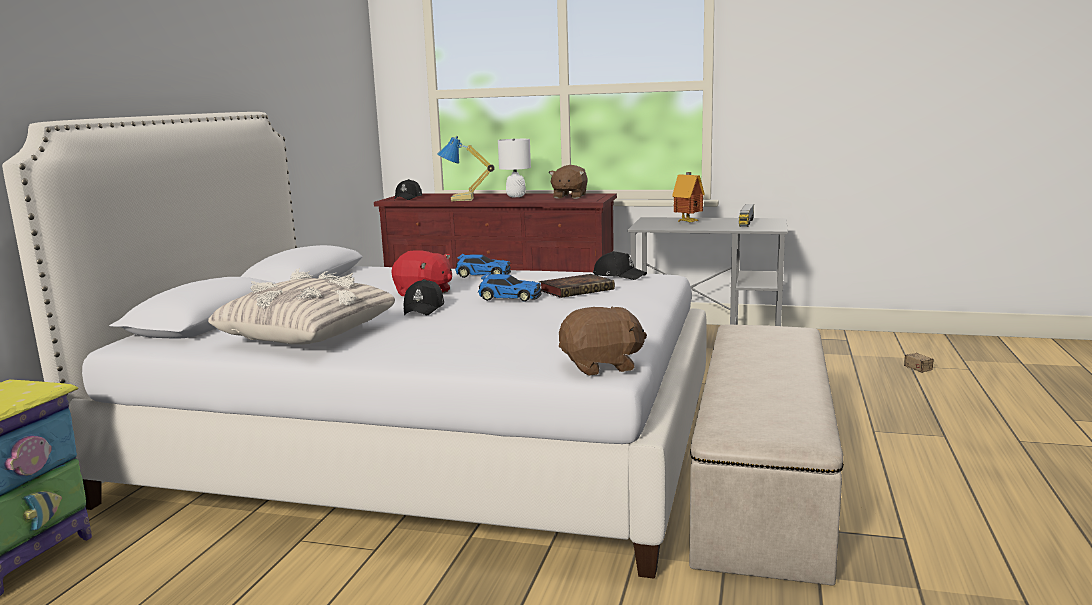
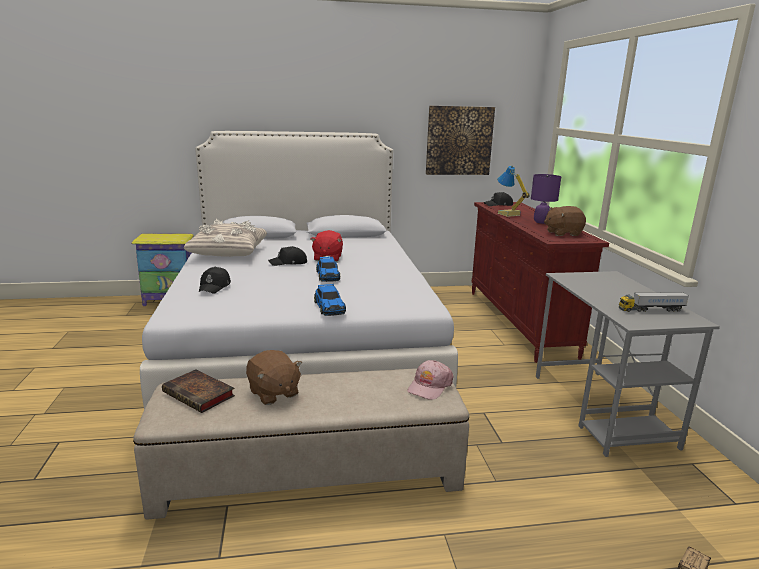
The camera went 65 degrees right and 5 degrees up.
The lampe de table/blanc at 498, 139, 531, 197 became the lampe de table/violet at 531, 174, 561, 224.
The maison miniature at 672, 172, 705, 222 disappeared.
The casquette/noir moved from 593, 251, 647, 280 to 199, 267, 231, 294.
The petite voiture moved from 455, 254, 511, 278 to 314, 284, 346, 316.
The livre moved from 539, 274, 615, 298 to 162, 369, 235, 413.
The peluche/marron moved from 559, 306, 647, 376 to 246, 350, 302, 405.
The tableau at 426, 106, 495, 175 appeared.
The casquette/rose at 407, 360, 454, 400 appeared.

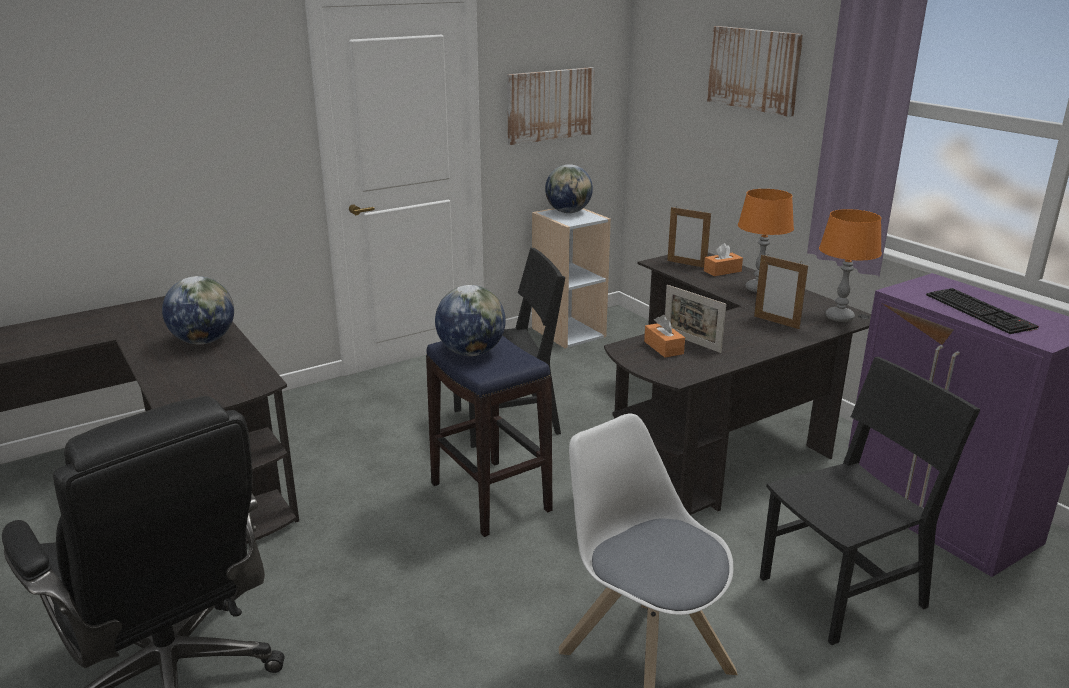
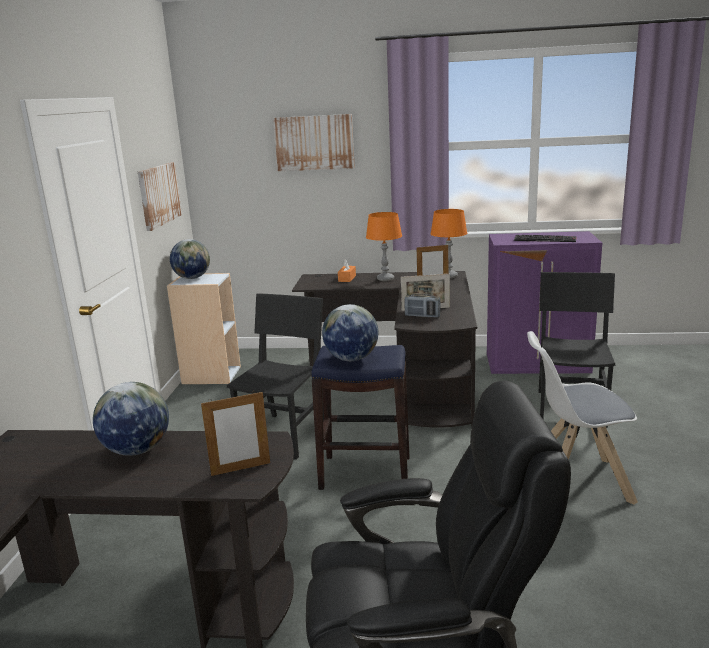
The camera went 50 degrees left and 5 degrees down.
The cadre photo moved from 667, 207, 711, 268 to 201, 391, 270, 476.
The boîte à mouchoirs/orange at 644, 315, 685, 358 was replaced by the radio at 405, 294, 440, 318.

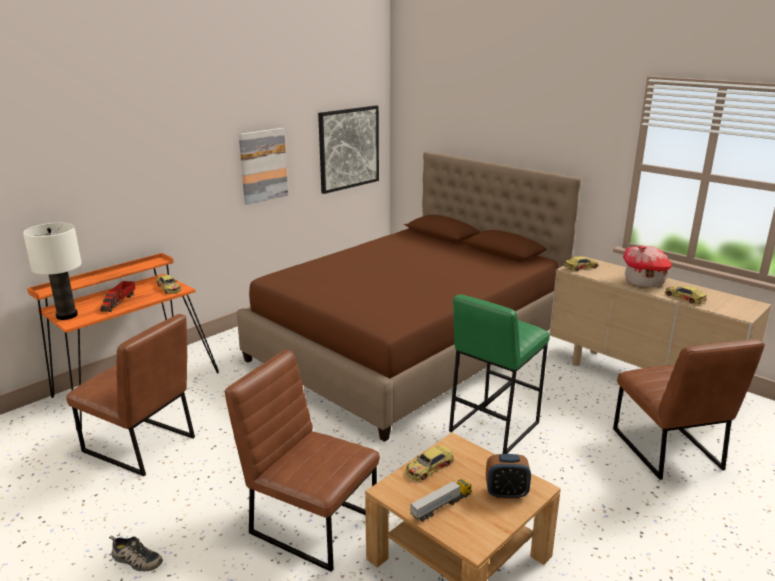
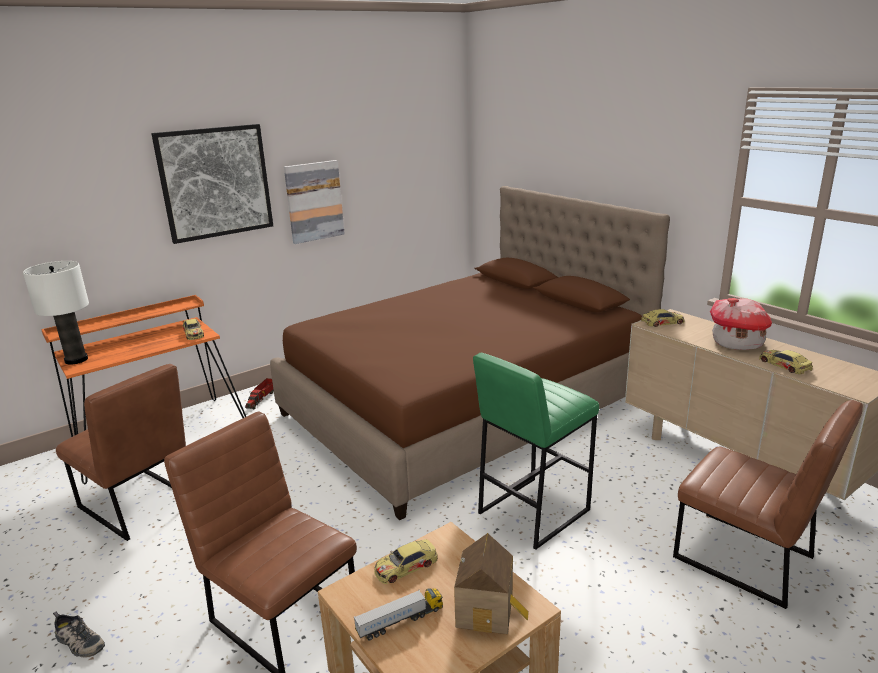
The camera went 10 degrees right and 0 degrees up.
The tableau moved from 318, 106, 379, 194 to 151, 124, 273, 244.
The camion jouet moved from 100, 281, 136, 312 to 245, 378, 274, 409.
The chaise/marron at 613, 339, 765, 480 turned 45 degrees counterclockwise.
The réveil at 486, 454, 531, 499 was replaced by the maison miniature at 454, 533, 529, 634.

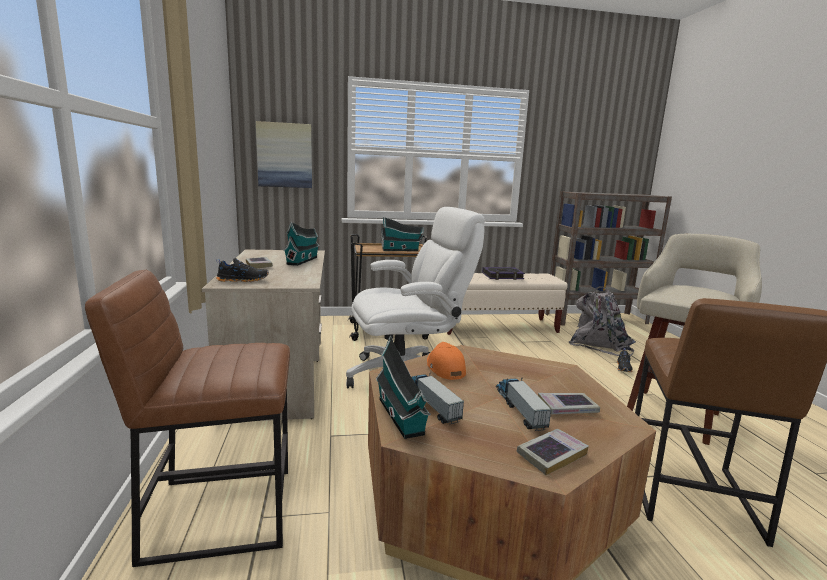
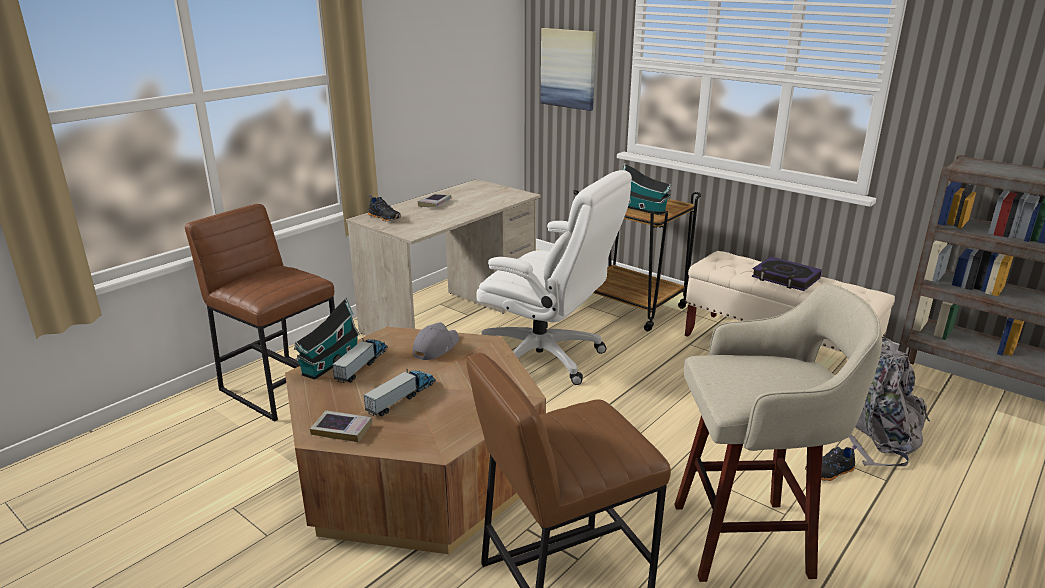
The camera went 50 degrees right and 10 degrees up.
The maison miniature at 283, 222, 319, 266 disappeared.
The casquette/orange at 427, 342, 466, 380 became the casquette/gris at 413, 323, 459, 360.
The livre at 538, 393, 600, 414 disappeared.

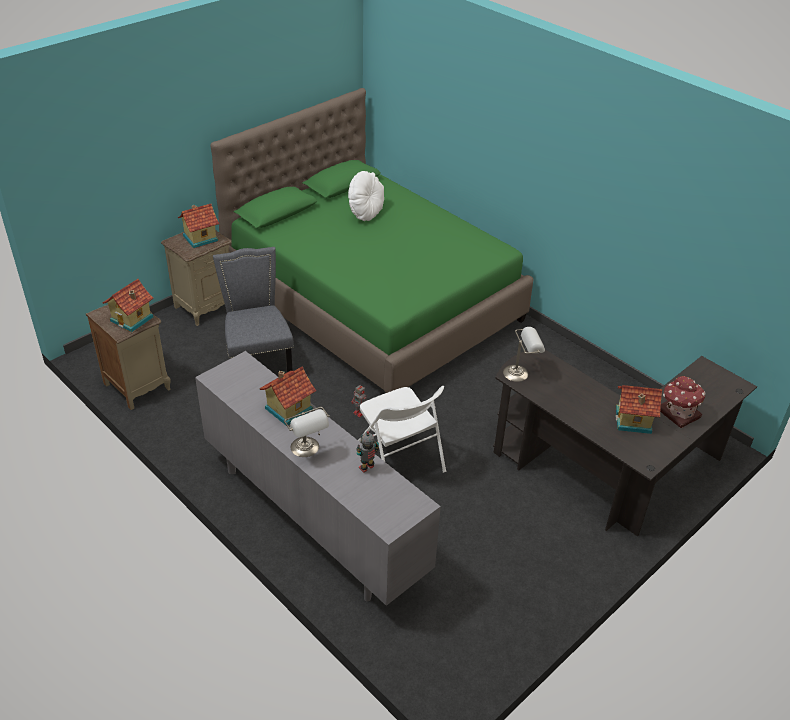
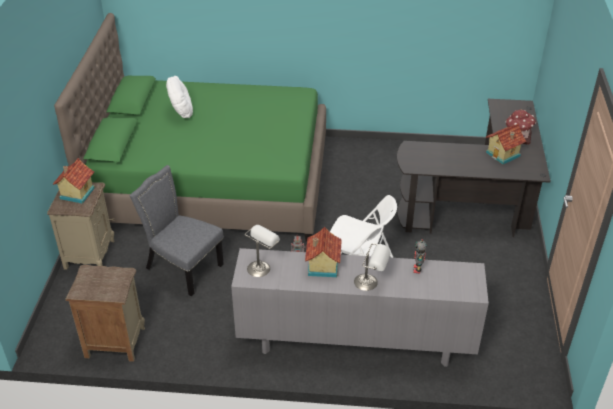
The camera went 40 degrees left and 0 degrees up.
The maison miniature at 102, 279, 154, 332 disappeared.
The lampe de table/blanc moved from 503, 327, 545, 382 to 245, 225, 280, 277.

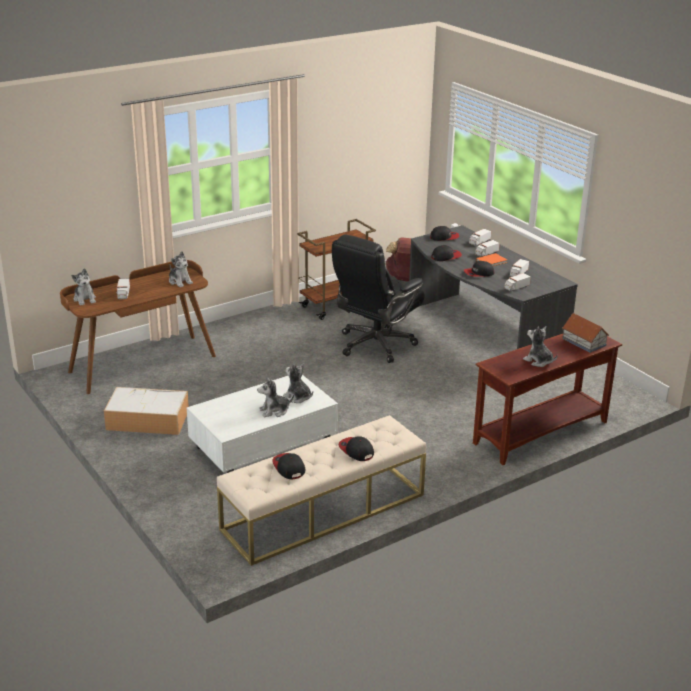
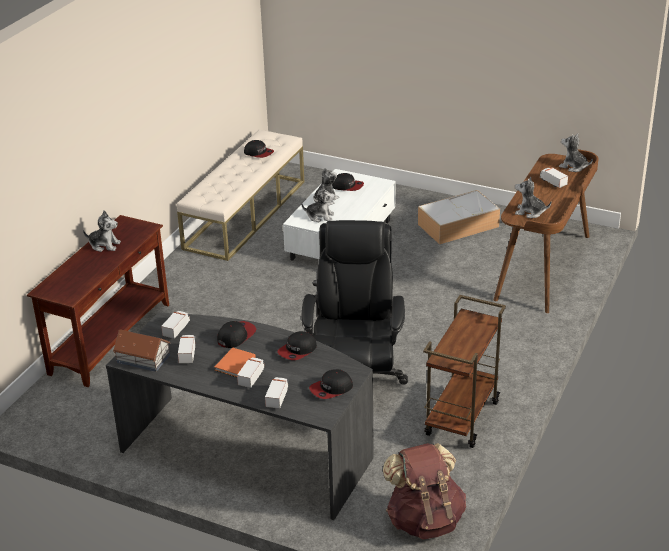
The camera went 150 degrees right and 5 degrees up.
The maison miniature moved from 562, 313, 609, 353 to 113, 329, 171, 372.
The casquette moved from 338, 436, 374, 461 to 332, 173, 364, 191.

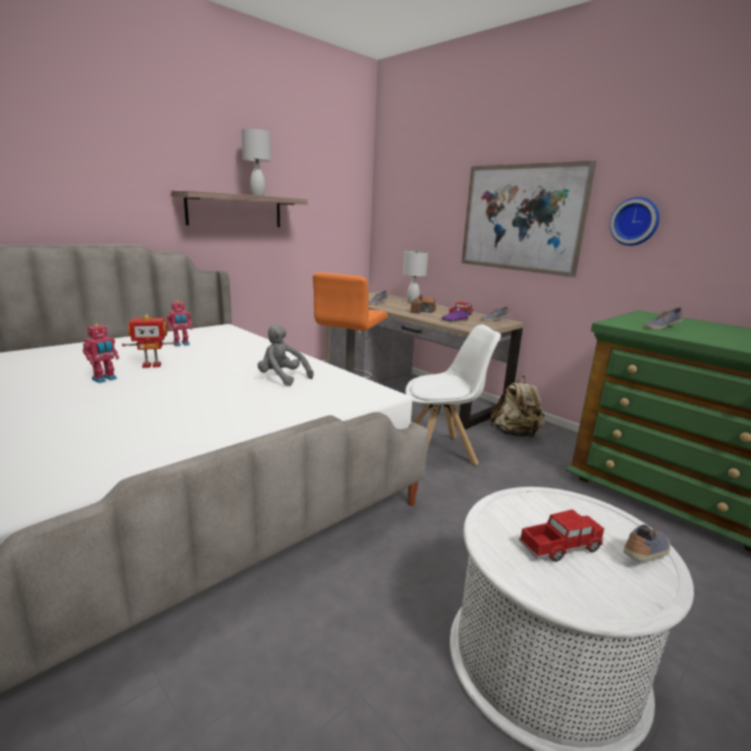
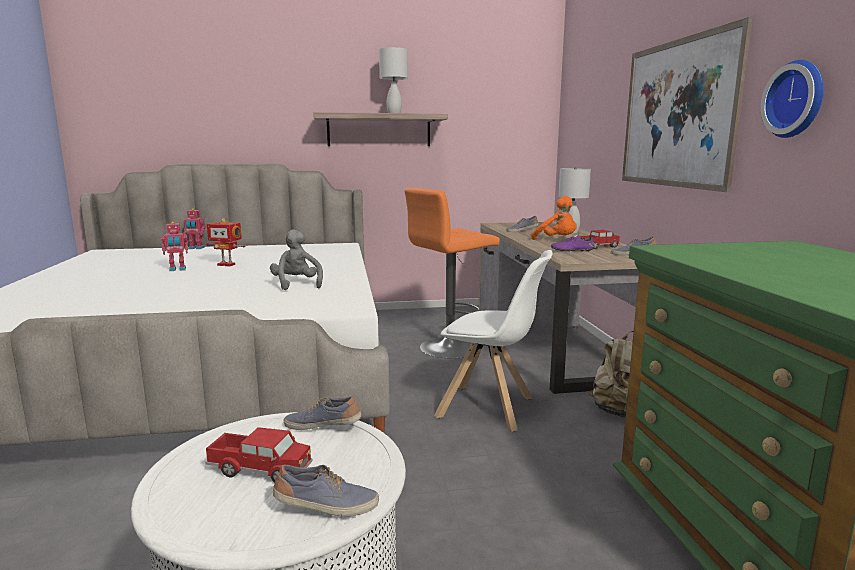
The camera went 35 degrees right and 5 degrees down.
The maison miniature at 411, 294, 436, 314 was replaced by the peluche/orange at 531, 196, 577, 240.
The robot jouet moved from 167, 300, 192, 346 to 184, 208, 206, 249.
The chaussure moved from 644, 307, 683, 330 to 284, 396, 362, 430.

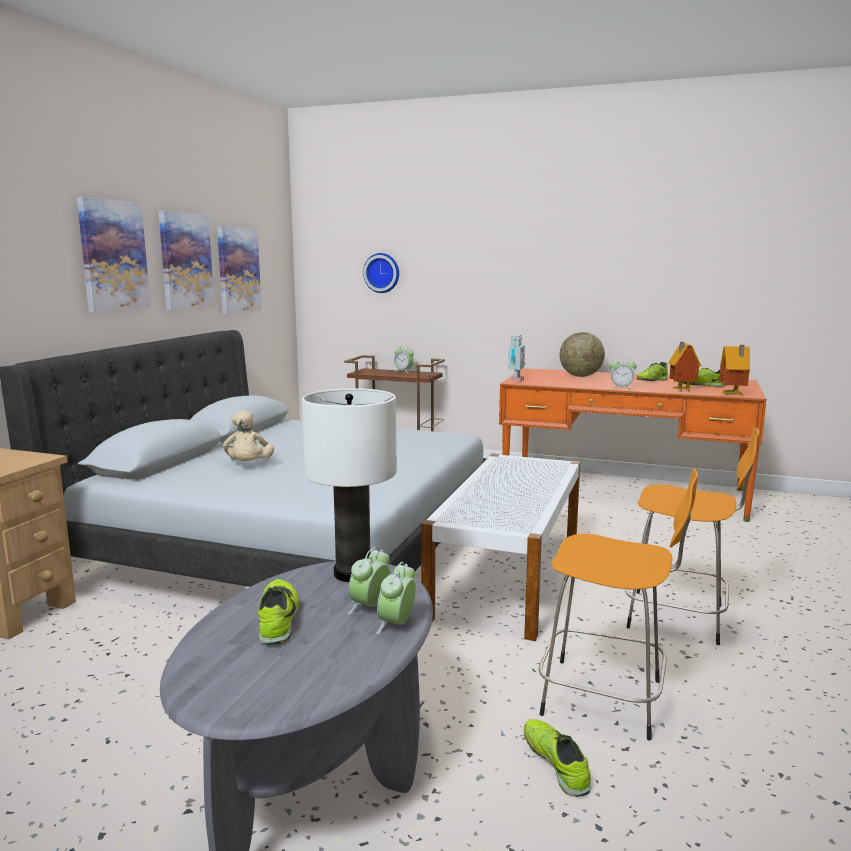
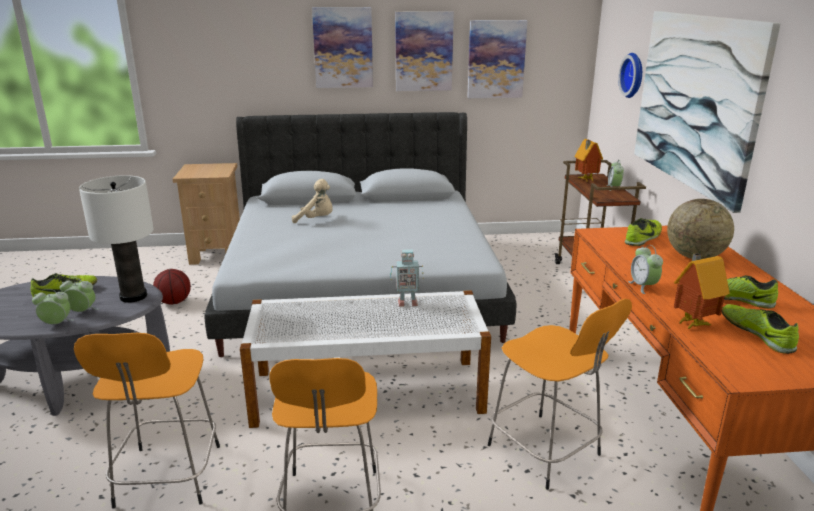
The camera went 65 degrees right and 10 degrees up.
The robot jouet moved from 508, 335, 525, 382 to 390, 249, 424, 307.
The maison miniature moved from 719, 345, 750, 396 to 574, 139, 603, 182.
The peluche/beige at 223, 410, 274, 461 turned 135 degrees counterclockwise.
The chaussure moved from 524, 719, 591, 797 to 625, 218, 662, 246.
The tableau at 634, 11, 781, 213 appeared.
The ballon de basket at 153, 269, 191, 305 appeared.
The tabouret/orange at 488, 299, 632, 490 appeared.

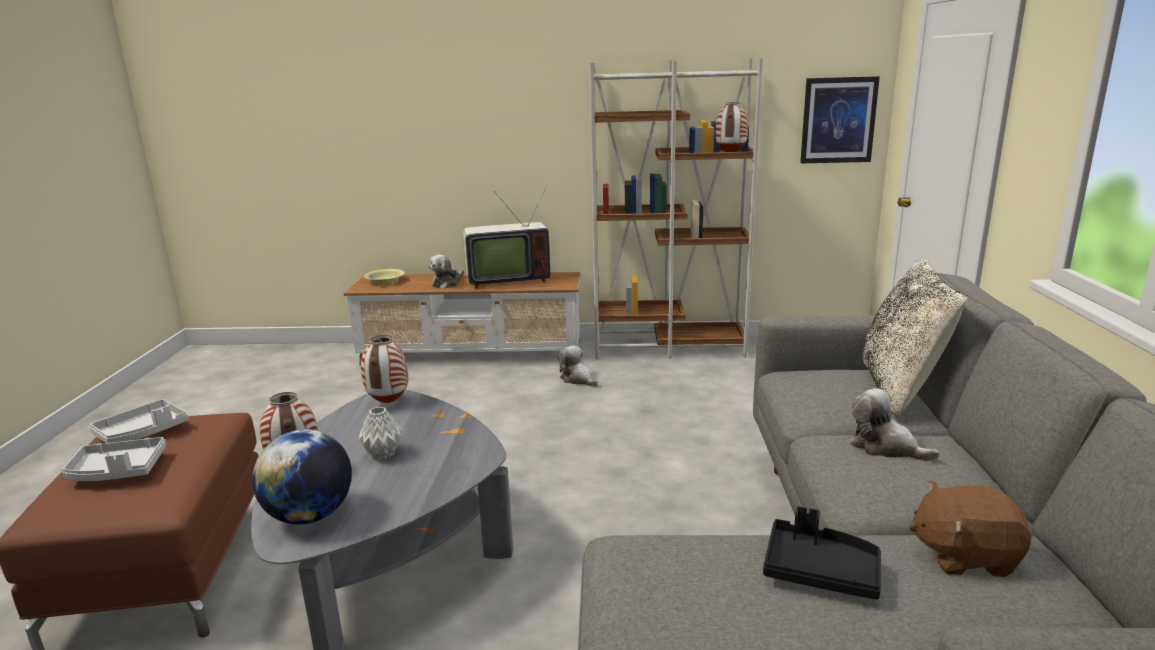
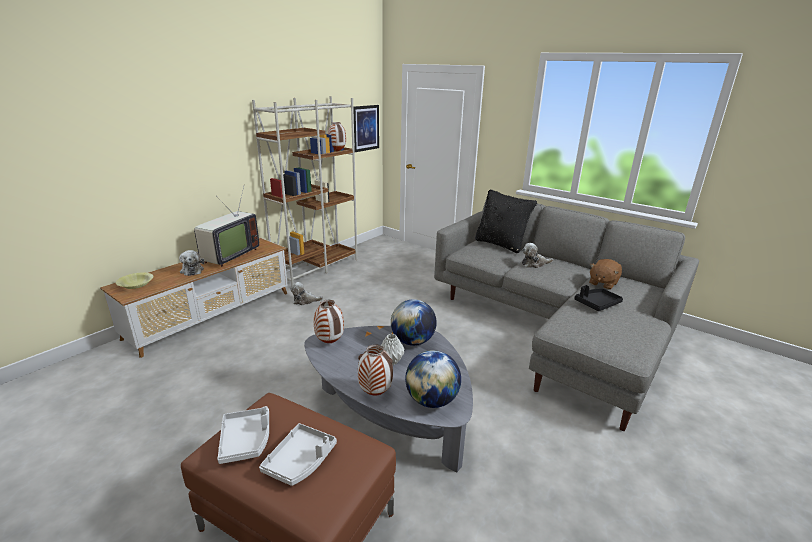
The camera went 55 degrees left and 5 degrees up.
The coussin/beige at 862, 258, 968, 416 became the coussin/noir at 475, 189, 537, 253.
The globe at 391, 299, 437, 346 appeared.

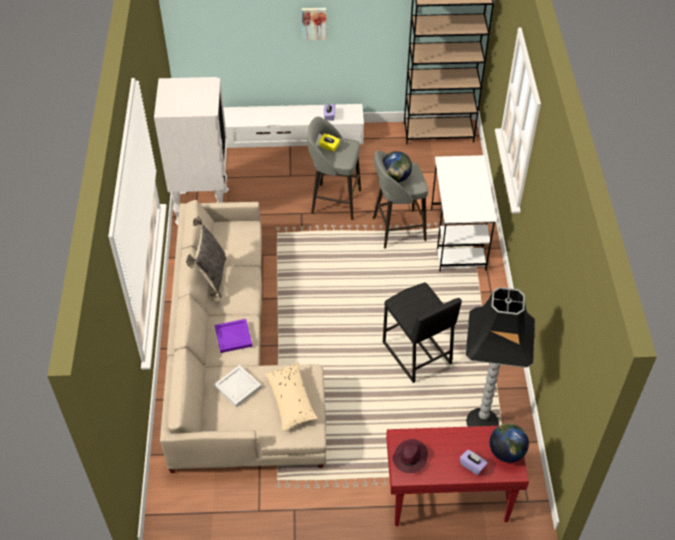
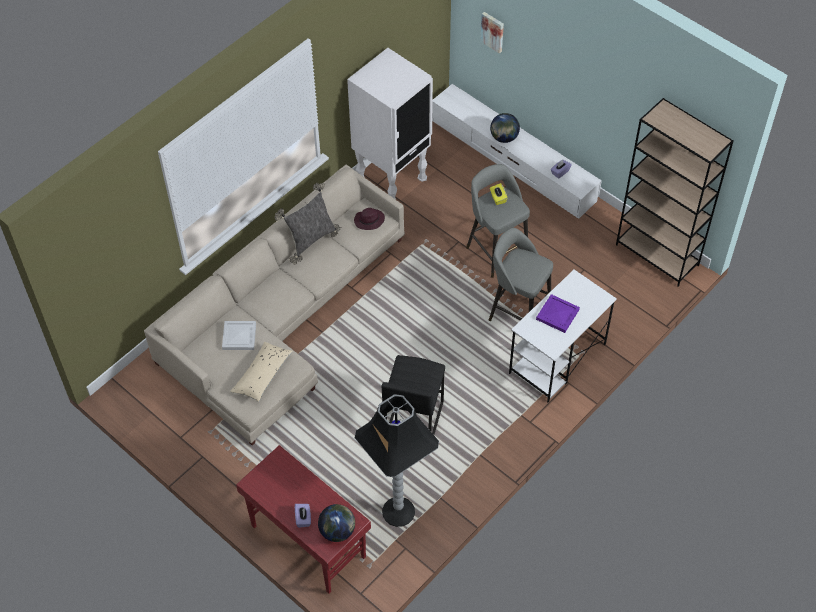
The camera went 45 degrees right and 5 degrees up.
The tableau moved from 302, 8, 327, 41 to 480, 12, 504, 54.
The globe moved from 383, 151, 412, 182 to 490, 113, 520, 143.
The plateau/violet moved from 215, 319, 252, 353 to 536, 294, 580, 333.
The chapeau/violet moved from 392, 439, 428, 473 to 354, 208, 385, 230.

